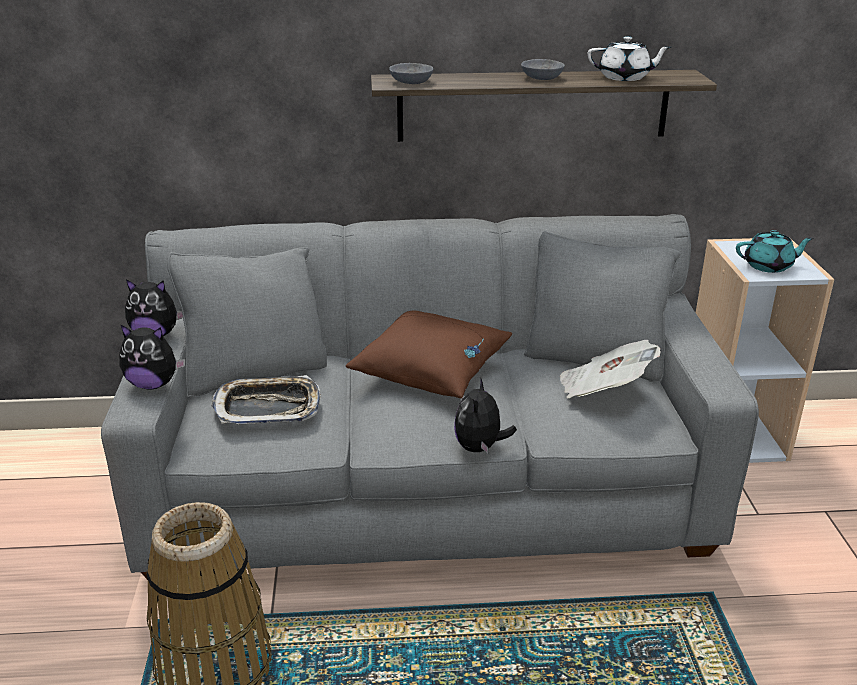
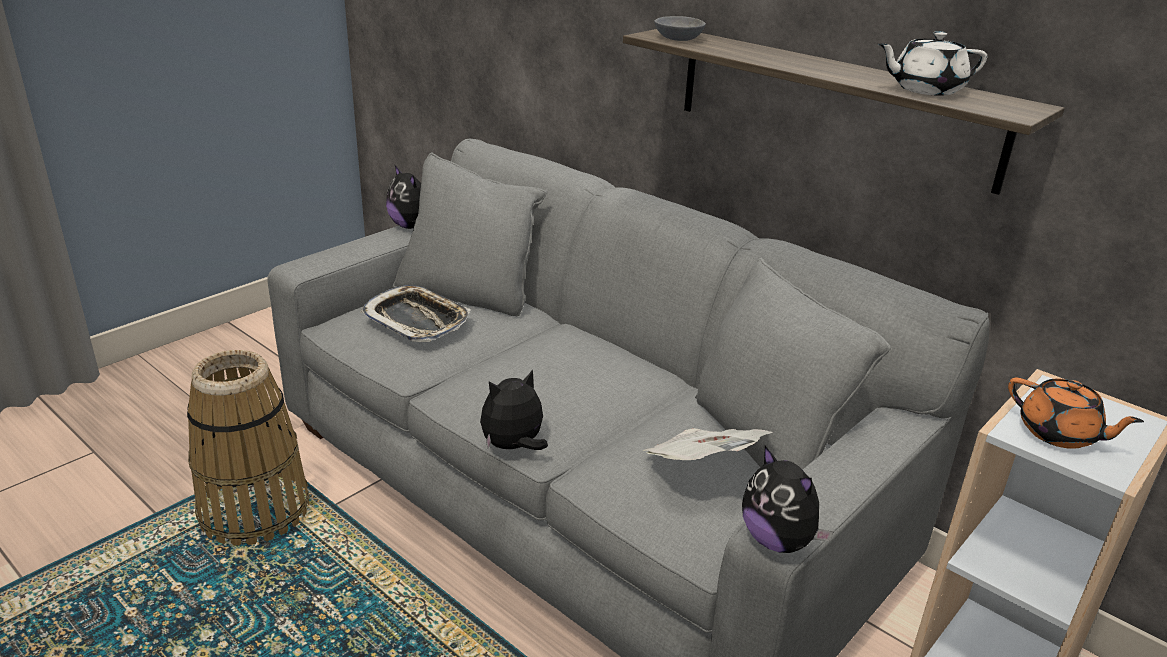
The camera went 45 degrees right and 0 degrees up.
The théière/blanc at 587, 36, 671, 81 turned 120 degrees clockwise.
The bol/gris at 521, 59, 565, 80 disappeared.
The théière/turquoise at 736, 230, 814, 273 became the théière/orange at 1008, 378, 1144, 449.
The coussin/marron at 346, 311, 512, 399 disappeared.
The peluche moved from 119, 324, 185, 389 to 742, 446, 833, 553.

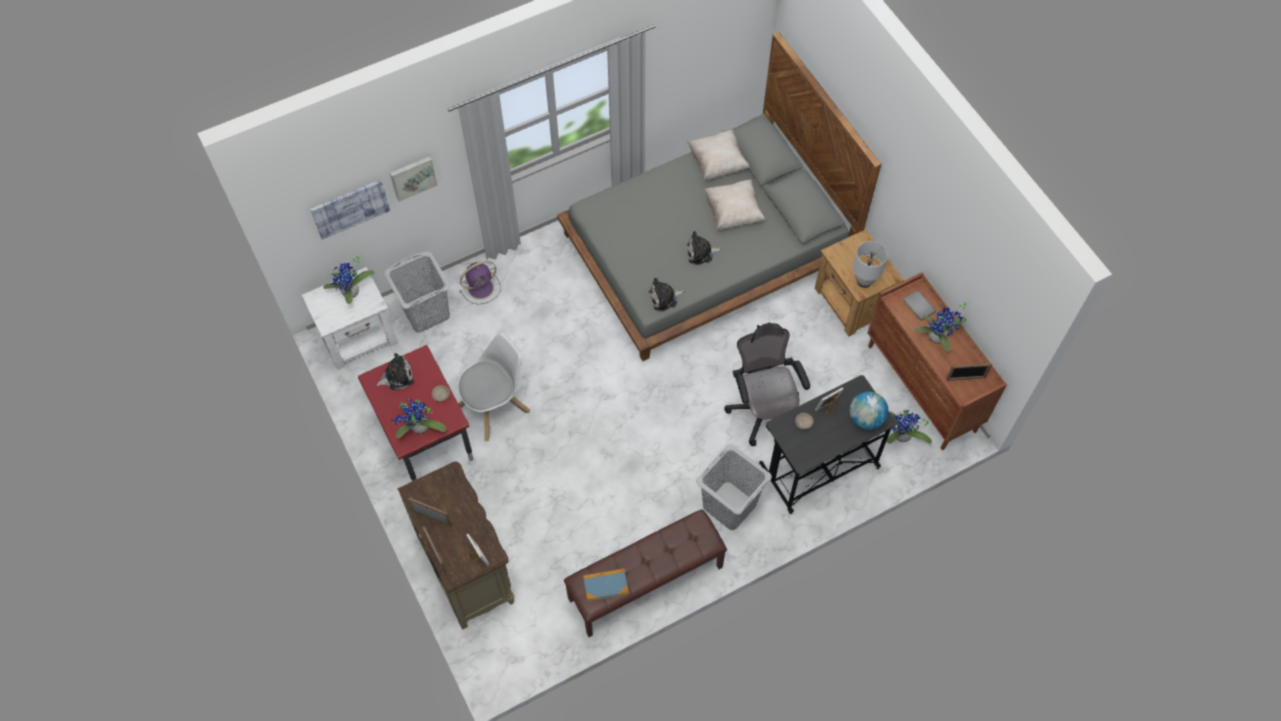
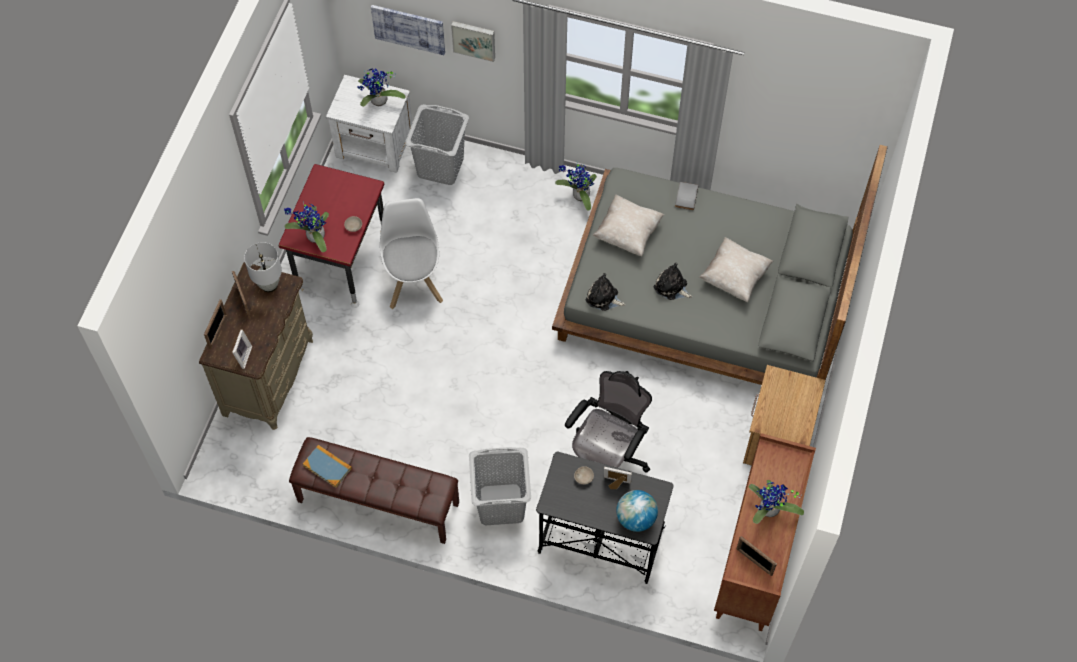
The camera went 45 degrees right and 0 degrees up.
The coussin/beige moved from 687, 129, 750, 180 to 592, 195, 664, 257.
The lampe de table/blanc moved from 853, 241, 887, 288 to 244, 242, 282, 292.
The ventilateur/violet at 459, 261, 501, 304 disappeared.
The livre/gris moved from 903, 290, 936, 321 to 675, 182, 699, 210.
The chaise at 457, 333, 530, 441 turned 105 degrees counterclockwise.
The peluche at 376, 353, 414, 390 disappeared.
The plante en pot moved from 887, 410, 932, 444 to 555, 162, 597, 210.

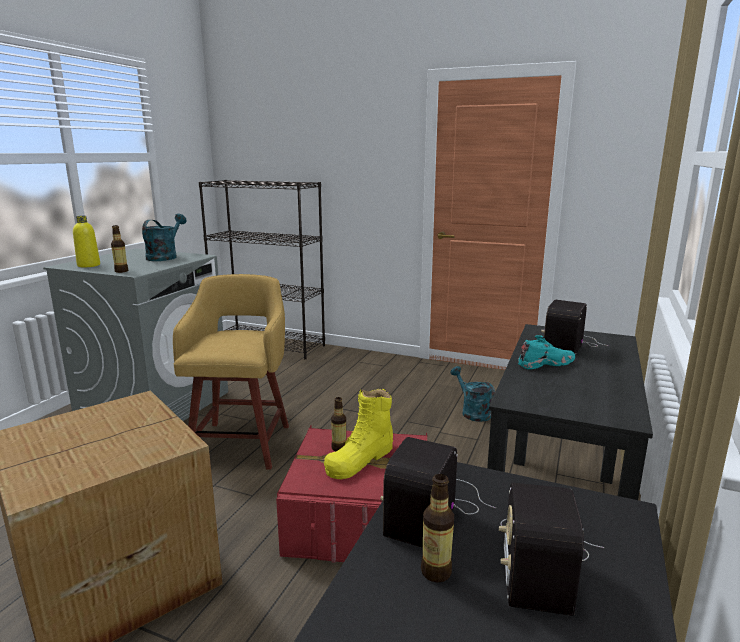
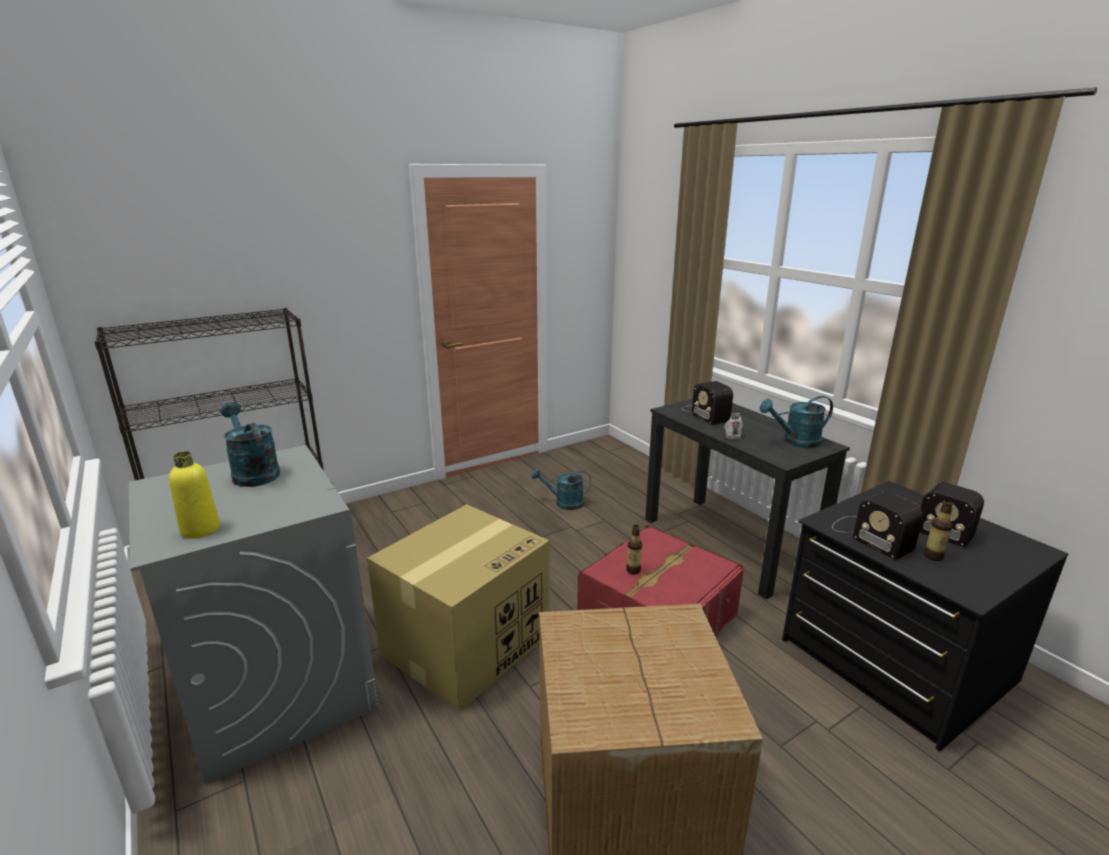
The camera went 55 degrees left and 5 degrees up.
The bouteille at 111, 225, 128, 273 disappeared.
The tabouret/jaune at 173, 274, 289, 470 was replaced by the carton at 367, 504, 550, 711.
The chaussure/turquoise at 518, 335, 575, 369 became the chaussure/blanc at 724, 413, 743, 440.
The botte/jaune at 324, 389, 393, 479 disappeared.
The arrosoir/turquoise at 760, 396, 833, 448 appeared.

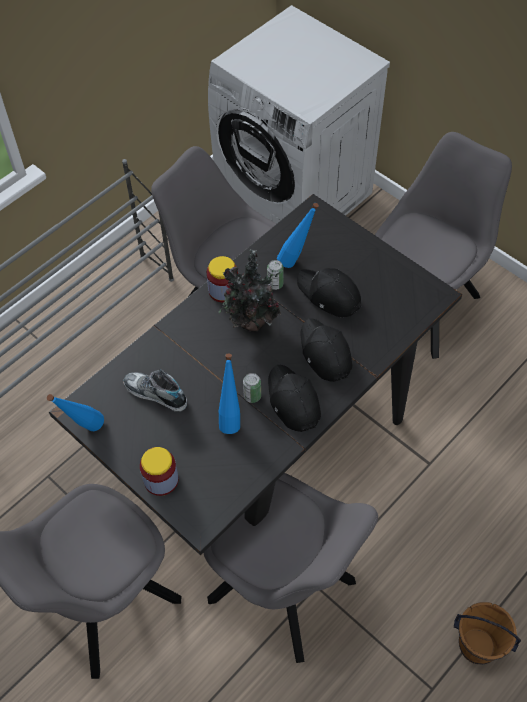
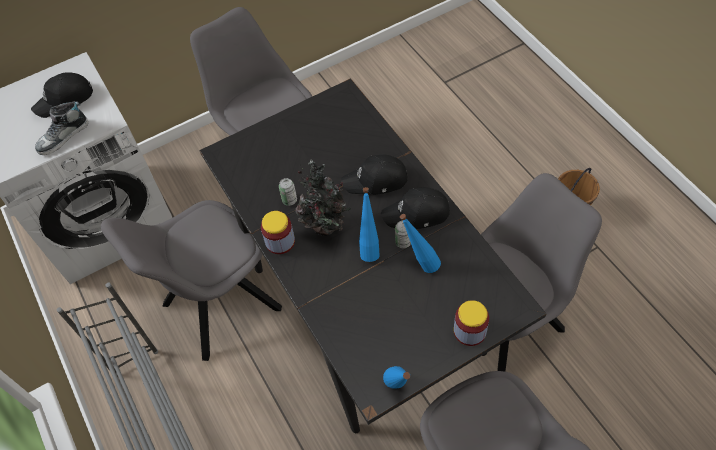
The camera went 70 degrees left and 0 degrees up.
The bouteille/bleu moved from 277, 203, 319, 268 to 359, 187, 380, 262.
The casquette/noir moved from 297, 268, 361, 317 to 31, 72, 93, 118.
The chaussure moved from 123, 369, 187, 412 to 35, 102, 89, 155.

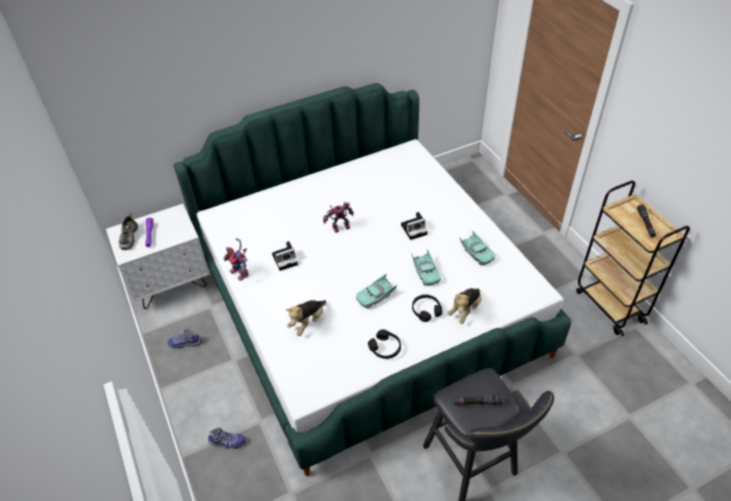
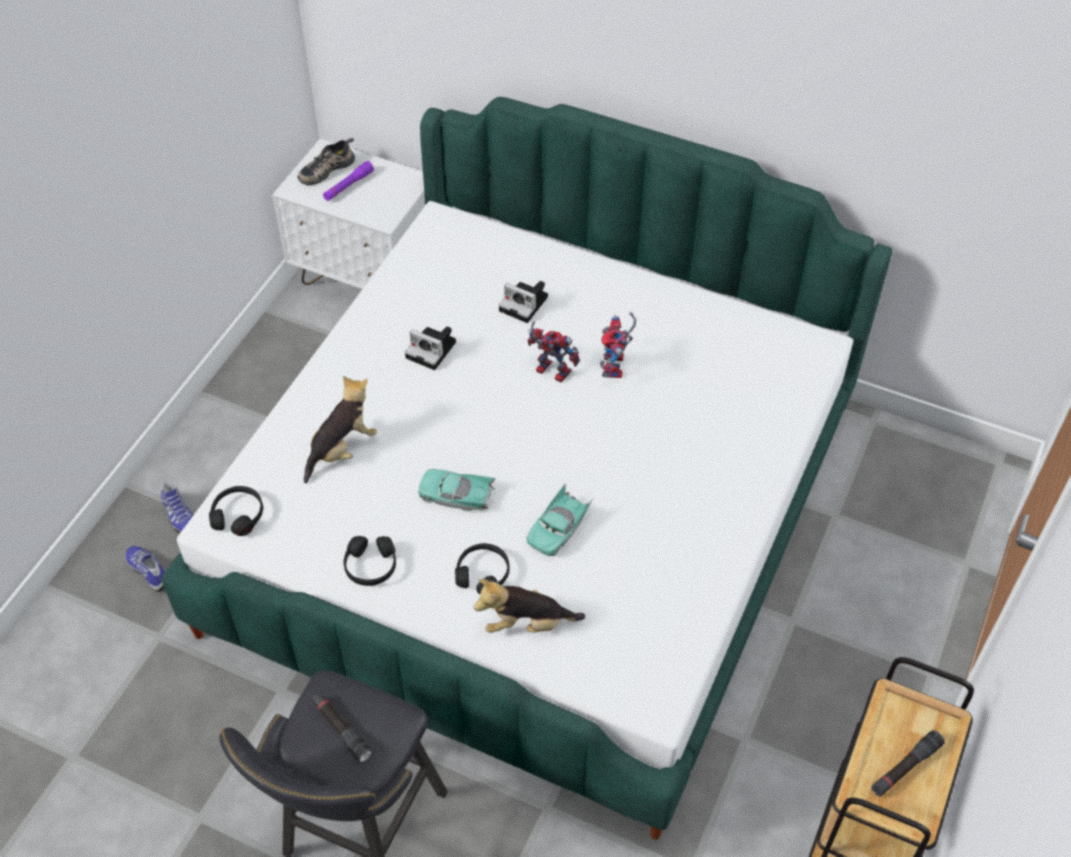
The camera went 50 degrees right and 5 degrees up.
The appareil photo moved from 401, 212, 428, 240 to 499, 281, 548, 323.
The petite voiture/turquoise at 459, 231, 495, 265 disappeared.
The robot jouet moved from 224, 238, 249, 281 to 600, 312, 637, 378.
The peluche at 286, 300, 326, 336 turned 135 degrees clockwise.
The chaussure moved from 168, 329, 202, 348 to 126, 546, 165, 592.
The casque audio/noir at 209, 486, 263, 536 appeared.

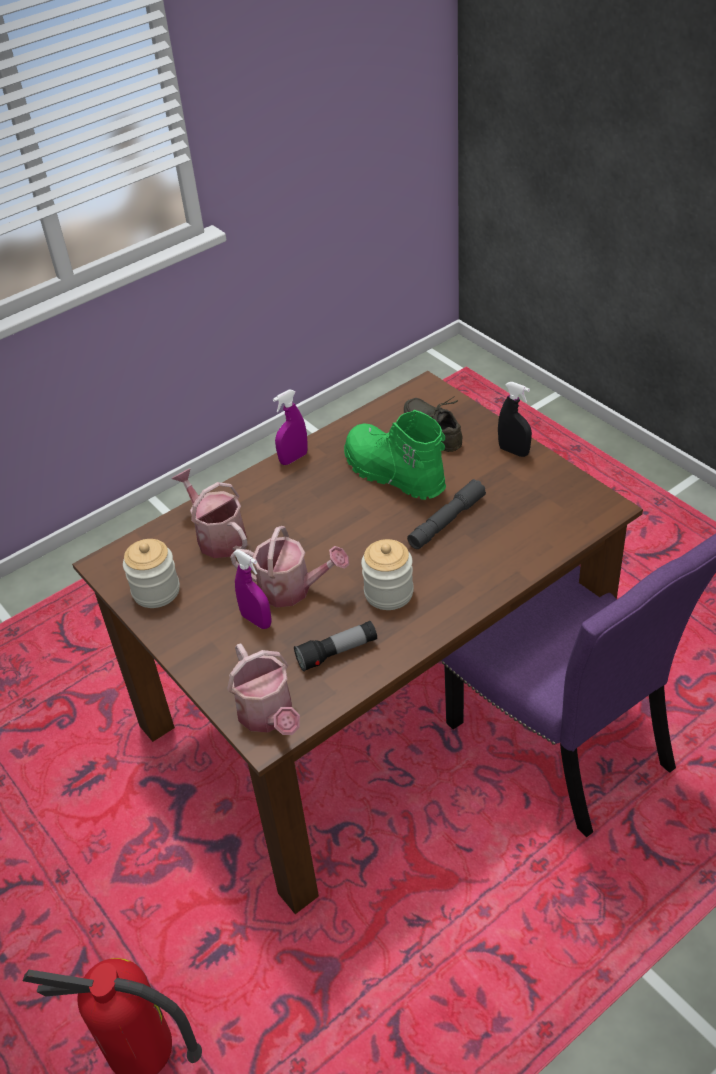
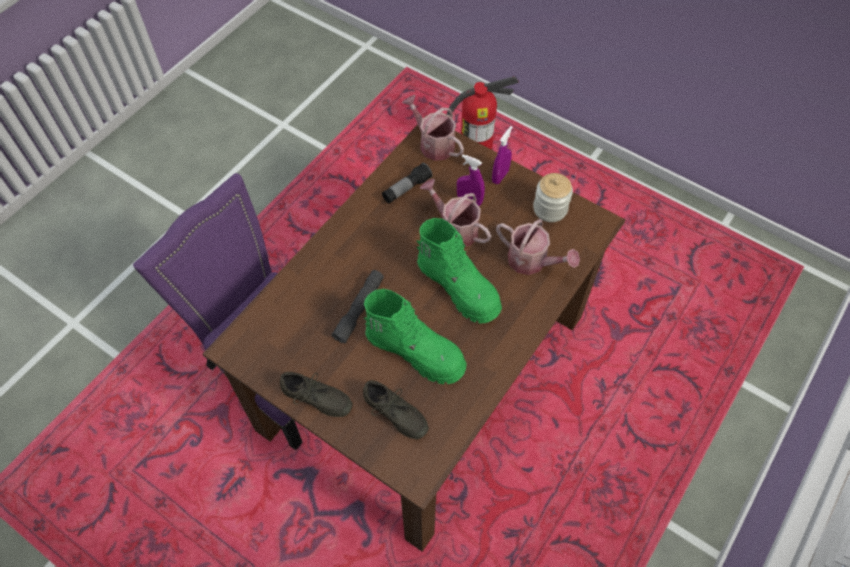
The camera went 160 degrees right and 15 degrees up.
The vaporisateur/noir at 498, 382, 532, 457 was replaced by the chaussure/gris at 280, 372, 353, 417.
The vaporisateur/violet moved from 273, 390, 308, 465 to 492, 126, 513, 184.
The arrosoir at 230, 526, 349, 607 turned 45 degrees clockwise.
The bocal at 361, 539, 414, 610 disappeared.
The botte/vert at 417, 218, 502, 323 appeared.

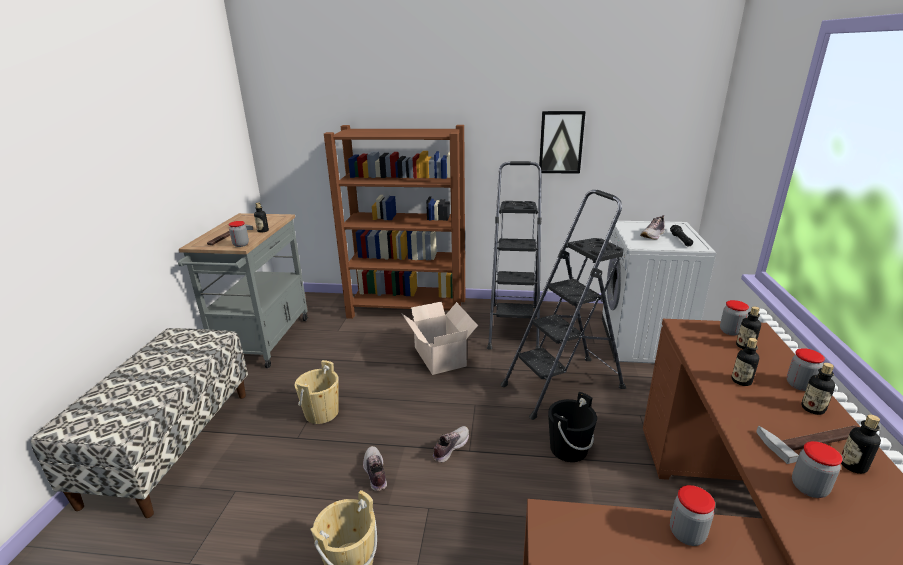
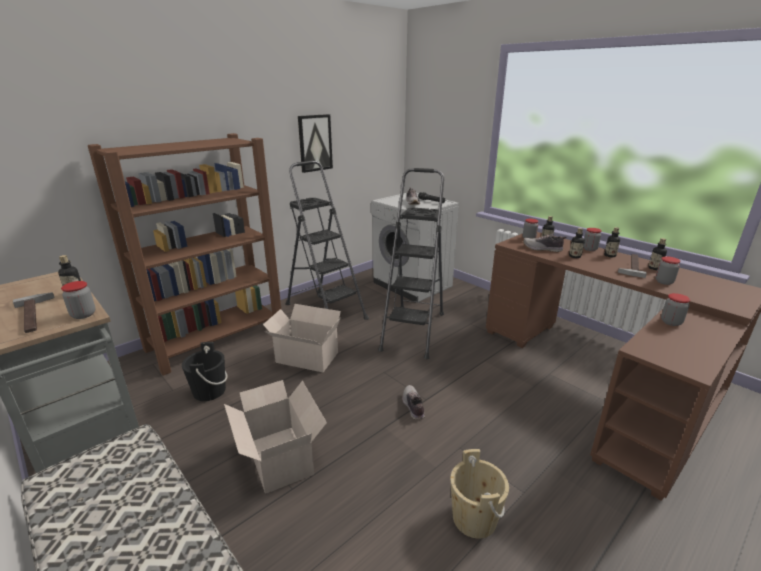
The camera went 50 degrees left and 0 degrees up.
The seau/beige at 295, 360, 339, 424 was replaced by the carton at 224, 380, 327, 494.
The seau/noir moved from 548, 392, 597, 462 to 182, 342, 228, 401.
The chaussure moved from 363, 446, 387, 491 to 523, 234, 567, 252.

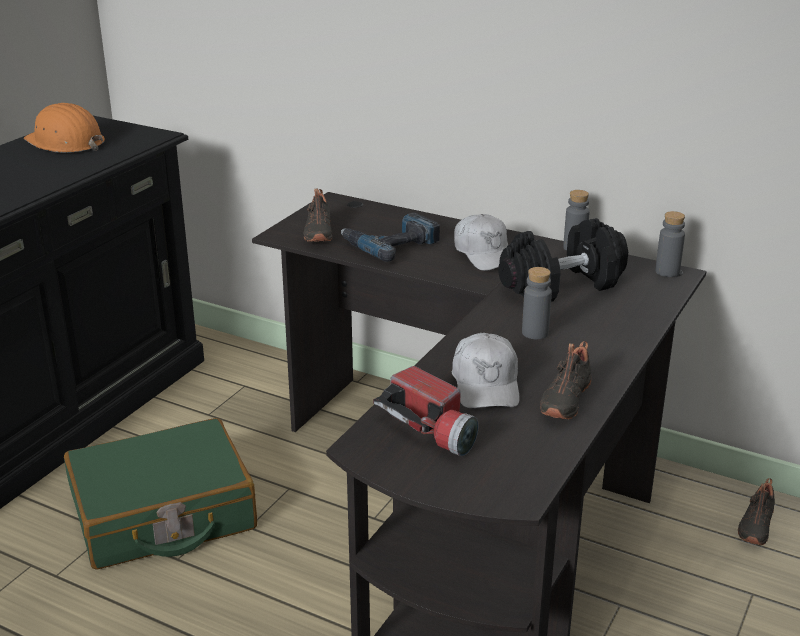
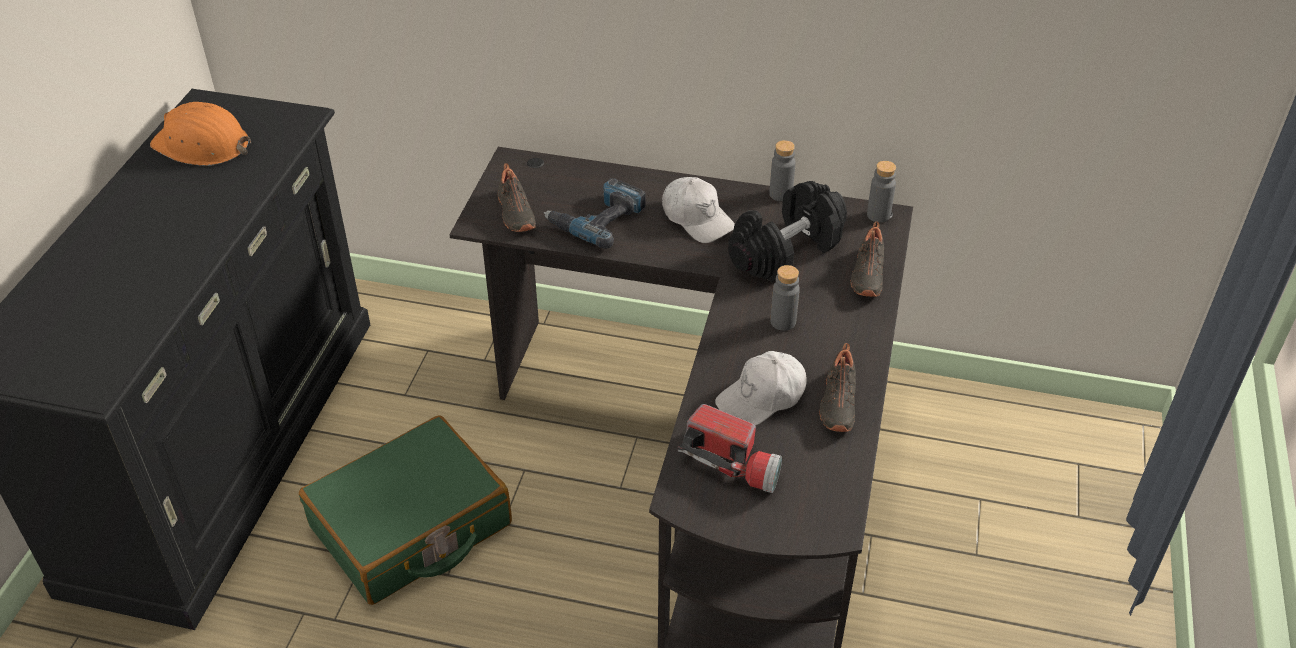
The camera went 15 degrees left and 15 degrees up.
The casquette/blanc at 452, 333, 519, 408 turned 75 degrees clockwise.
The chaussure/noir moved from 738, 478, 775, 545 to 850, 221, 884, 297.

